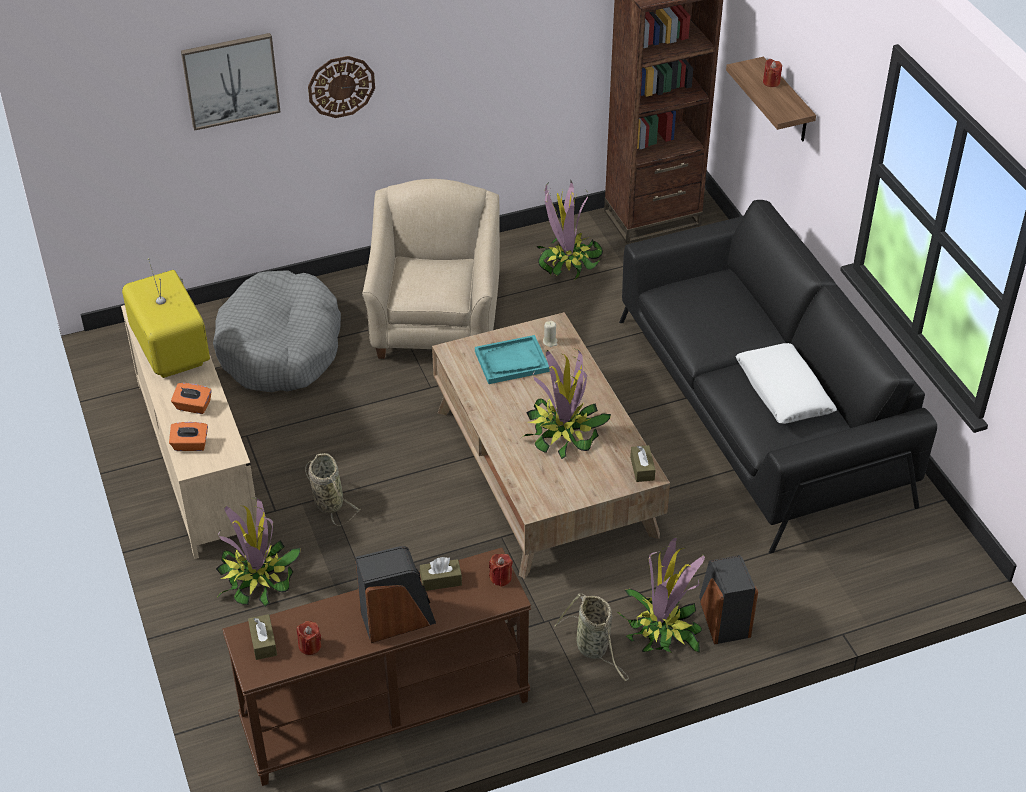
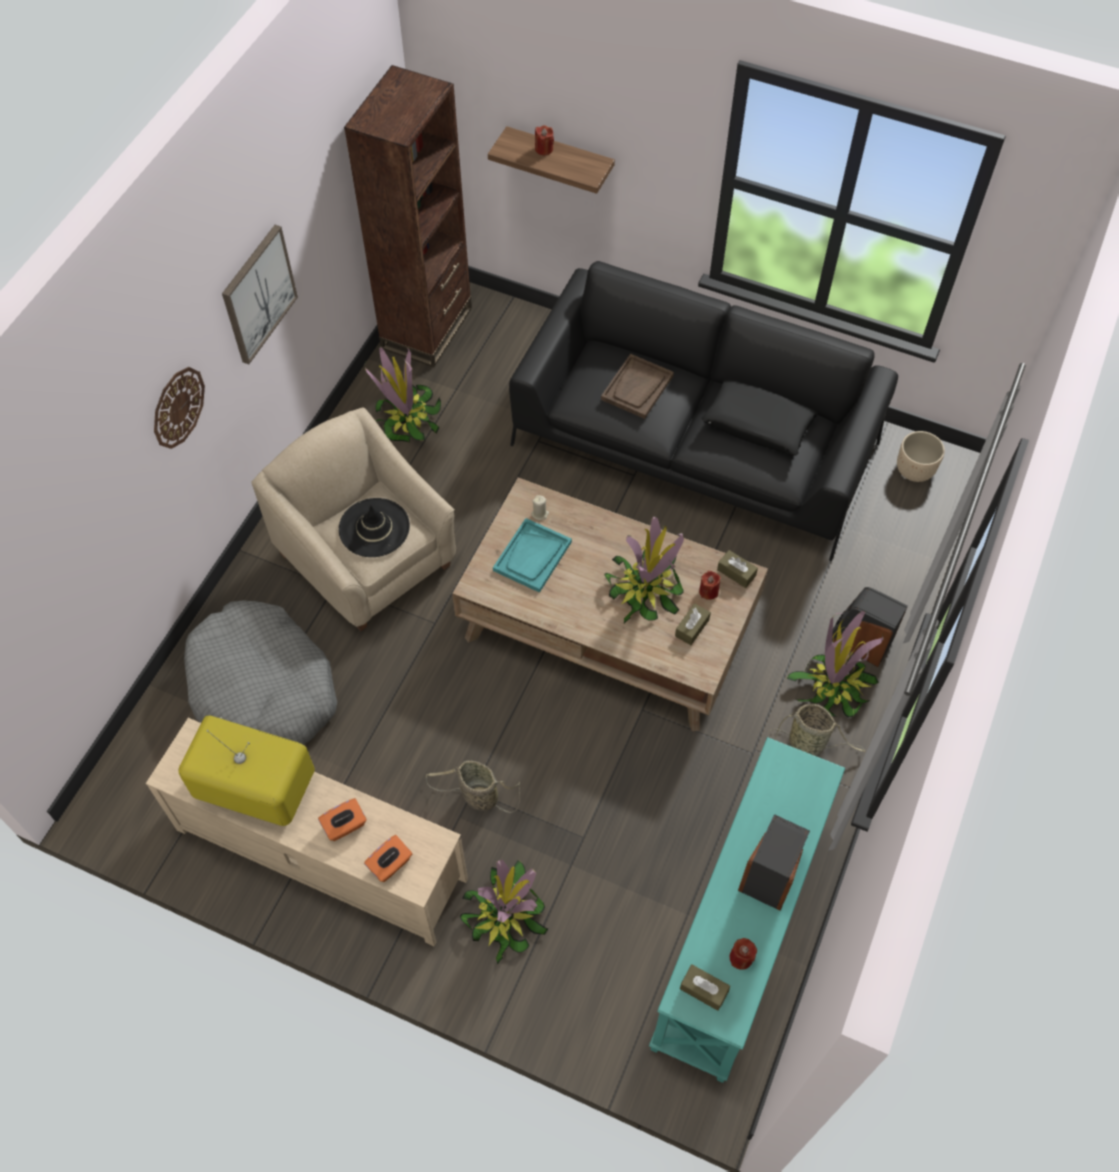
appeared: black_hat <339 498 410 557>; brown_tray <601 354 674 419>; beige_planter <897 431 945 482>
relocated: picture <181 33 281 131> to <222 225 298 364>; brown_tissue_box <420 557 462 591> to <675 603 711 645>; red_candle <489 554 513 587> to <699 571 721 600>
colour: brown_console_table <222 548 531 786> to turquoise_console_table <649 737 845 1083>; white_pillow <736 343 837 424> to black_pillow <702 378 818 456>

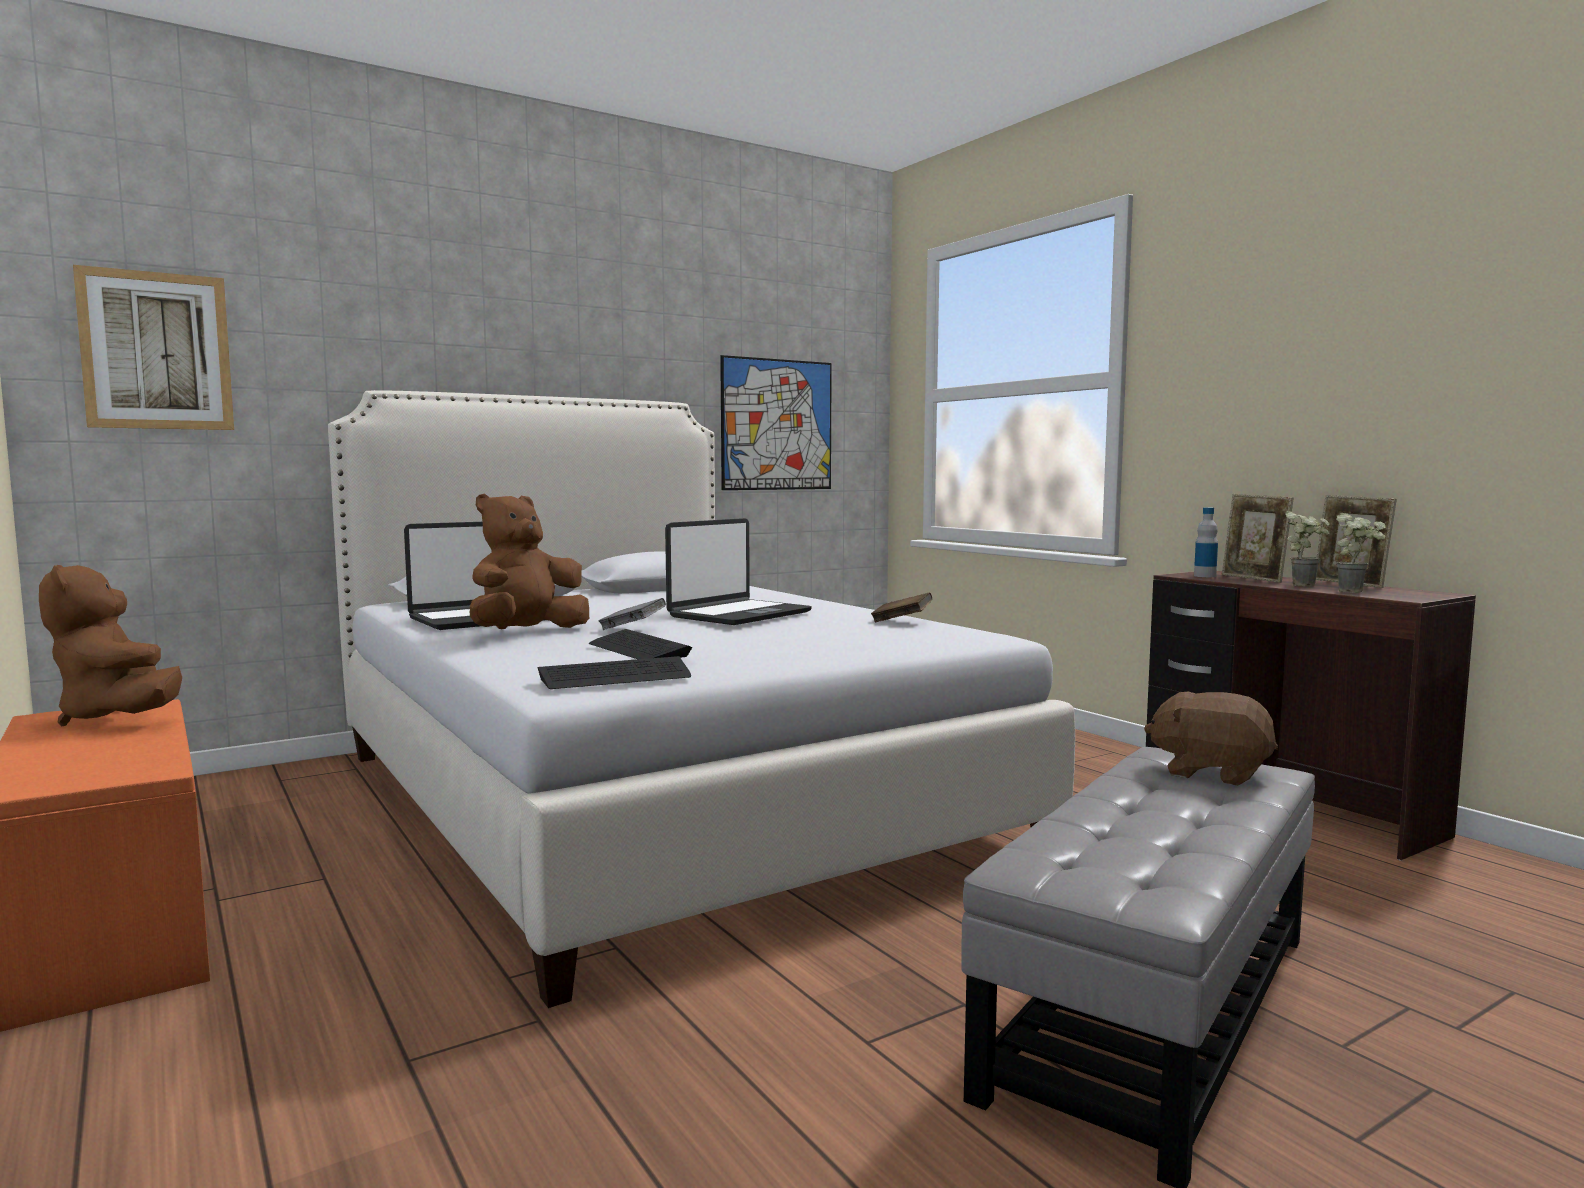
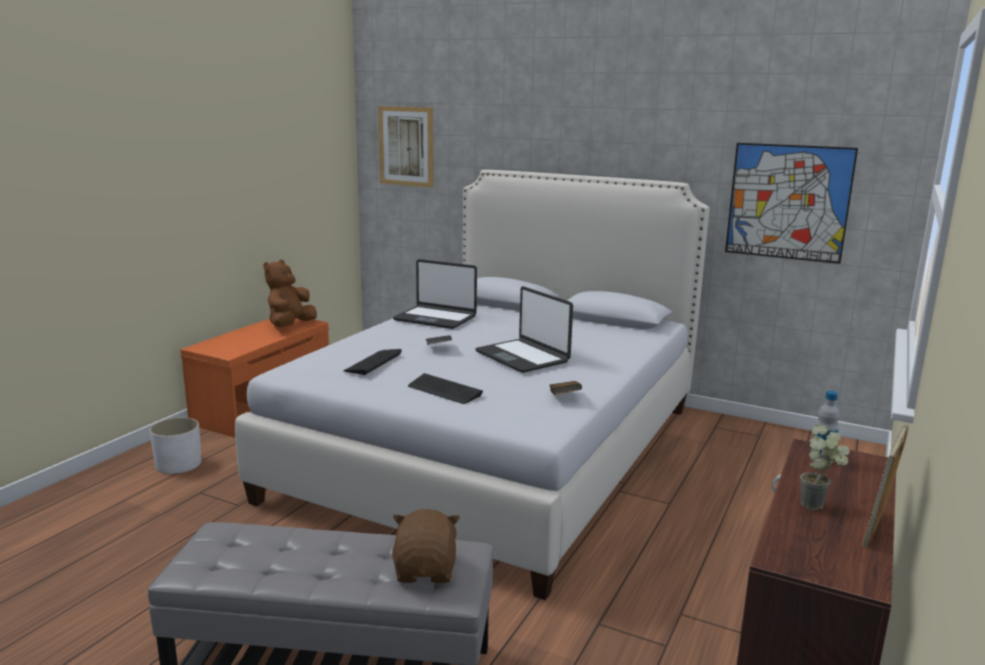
missing: brown_plush_toy <470 494 589 629>; picture_frame <1222 494 1294 583>; potted_plant <1336 513 1386 593>
appeared: white_planter <150 417 202 474>
relocated: keyboard <538 656 691 689> to <408 373 483 404>
spun: laptop <665 518 812 625> = <475 286 573 373> 45 degrees clockwise

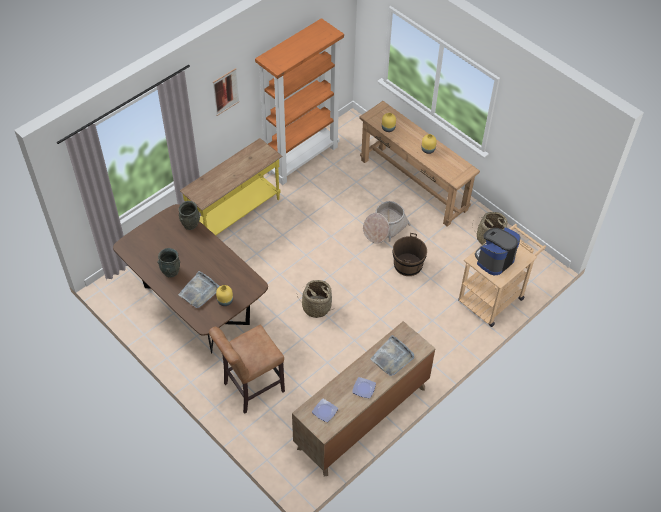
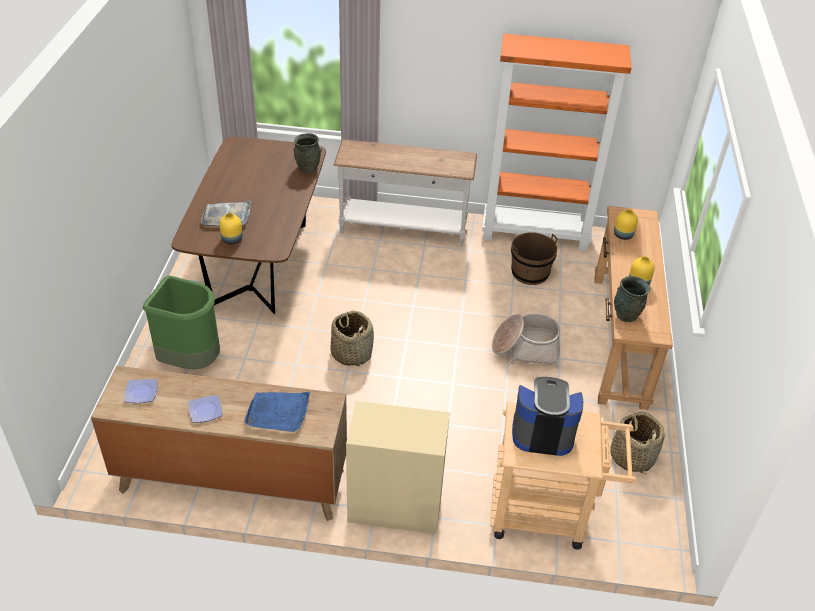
missing: picture <213 68 239 116>
appeared: beige_cabinet <346 401 450 534>
relocated: grey_vase <157 248 180 277> to <614 276 650 322>; brown_bucket <393 233 427 276> to <511 232 557 285>
exchanged: brown_stool <209 325 285 414> to green_trash_can <143 276 220 370>
colour: yellow_console_table <180 138 283 235> to white_console_table <333 139 477 247>; grey_tray <371 335 414 376> to blue_tray <244 392 310 432>

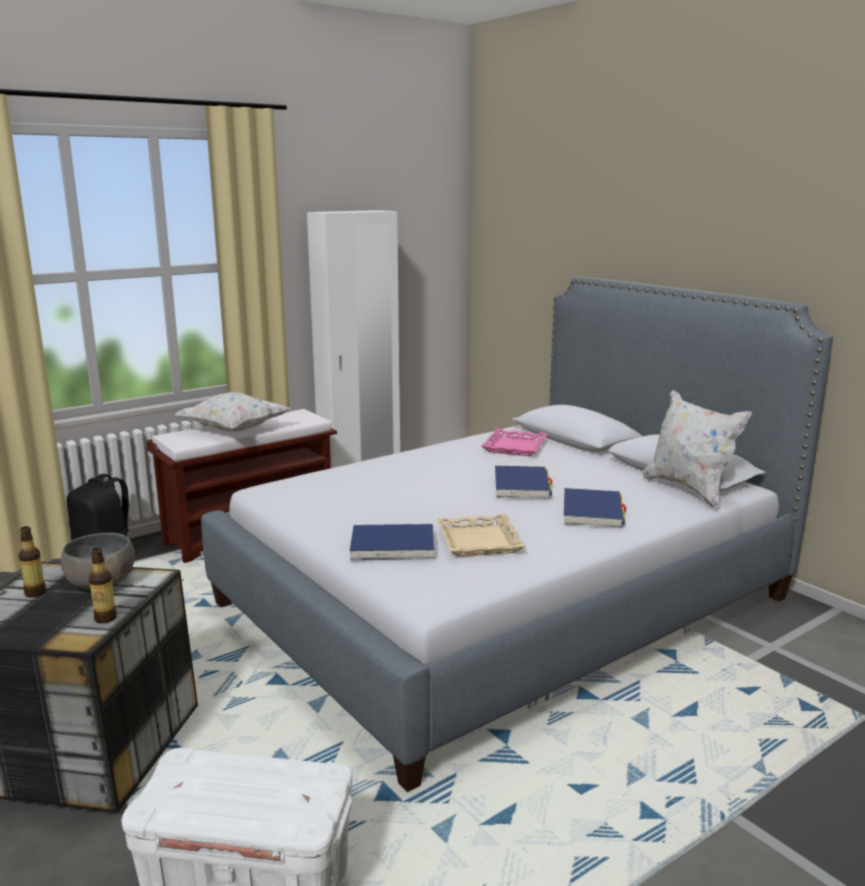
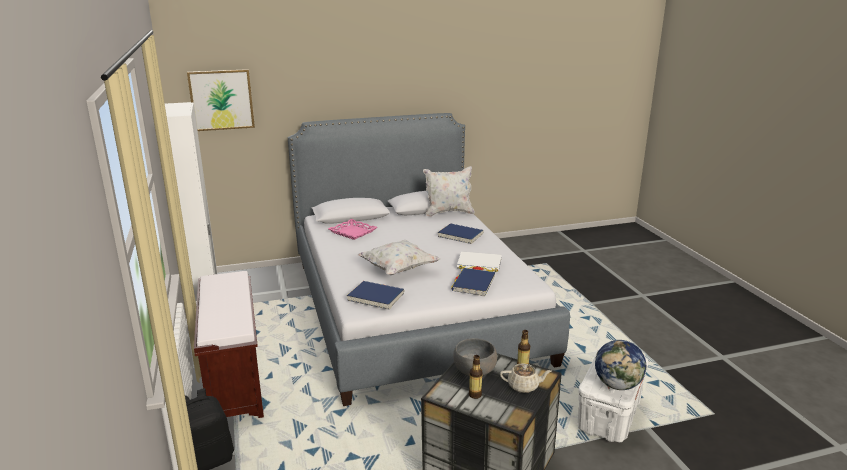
appeared: picture <187 69 255 131>; beige_teapot <500 363 551 393>; globe <595 340 646 390>
relocated: white_pillow <174 392 291 432> to <357 240 440 275>; blue_book <495 466 553 498> to <347 281 404 310>
exchanged: beige_tray <437 514 526 557> to white_book <457 251 502 272>

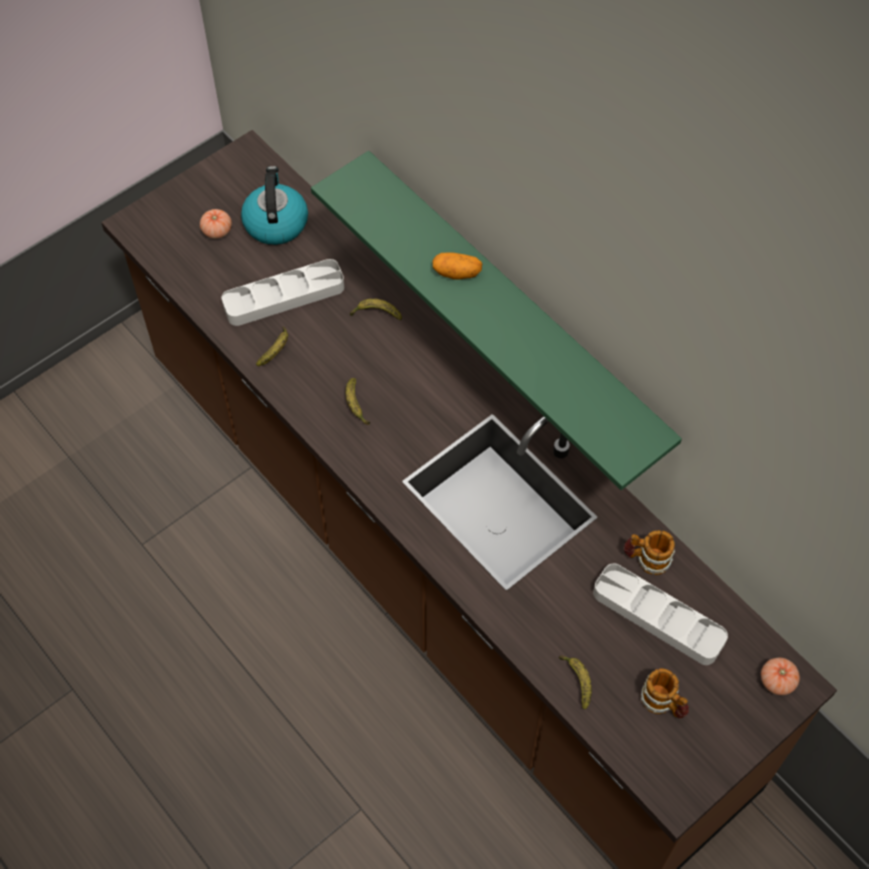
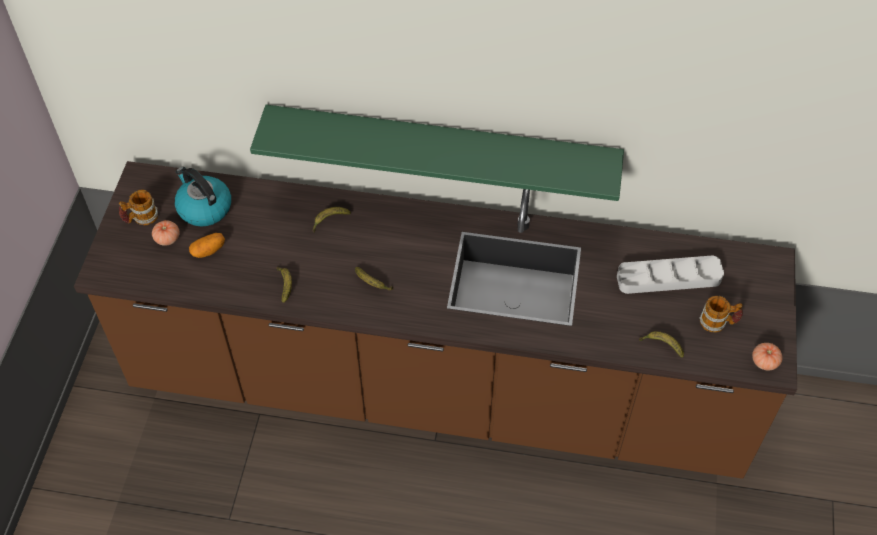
missing: grey_tray <222 259 344 326>
relocated: potato <432 253 482 279> to <189 233 225 258>; mug <624 530 675 575> to <119 190 158 225>; tomato <761 658 800 695> to <752 343 782 370>

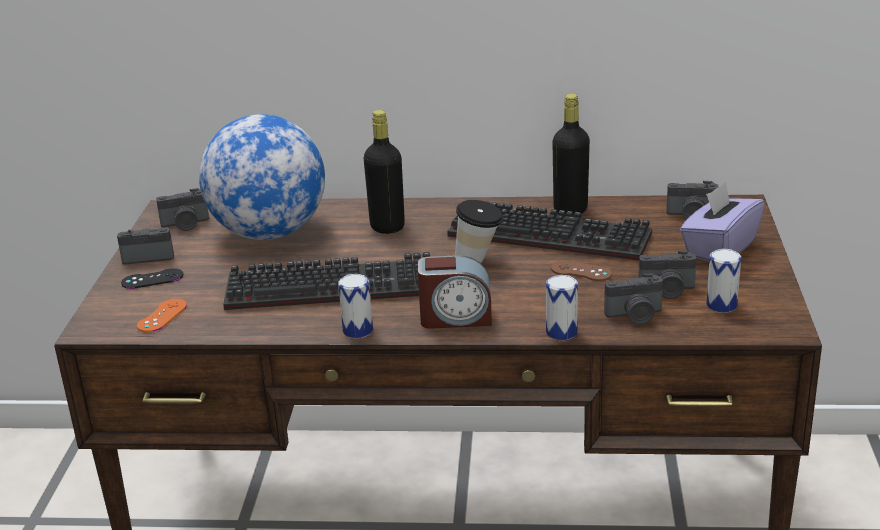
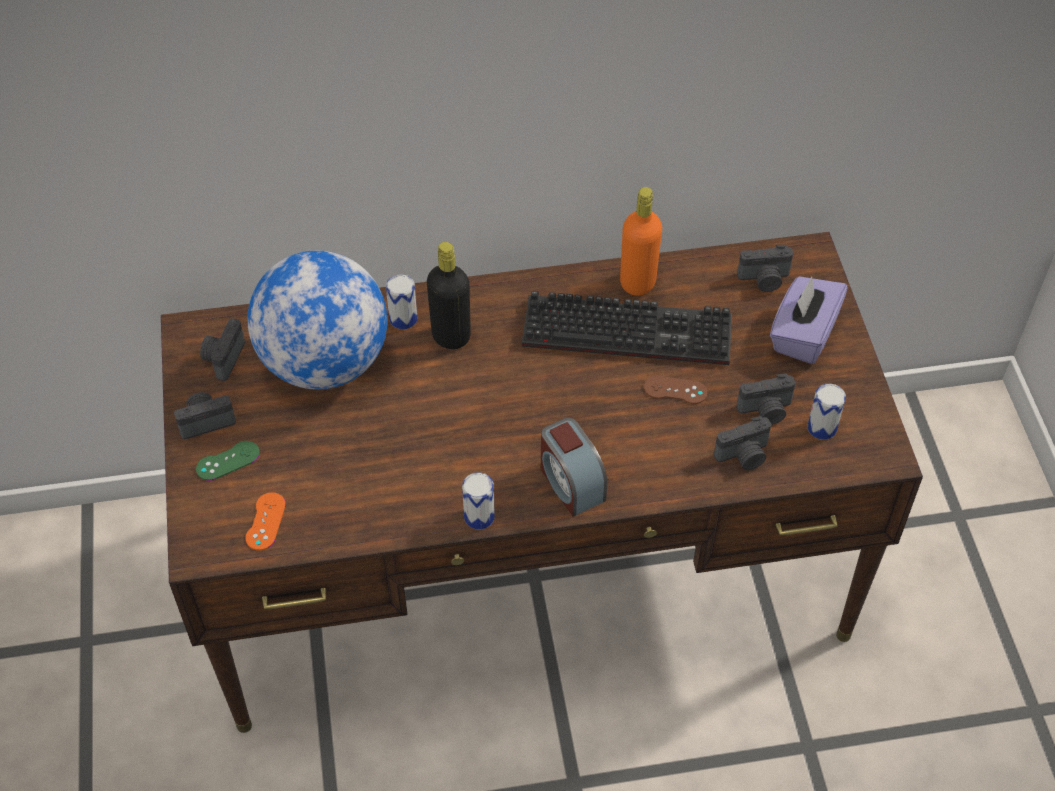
missing: keyboard <223 252 430 310>; cup <455 200 503 263>
relocated: can <546 275 578 340> to <386 275 417 329>
colour: black_game_controller <121 268 183 289> to green_game_controller <196 441 260 481>; black_bottle <553 94 590 216> to orange_bottle <620 187 662 296>
spun: photo_camera <156 188 209 231> = <200 318 245 381> 135 degrees clockwise; alarm_clock <418 255 492 329> = <541 418 607 517> 75 degrees clockwise

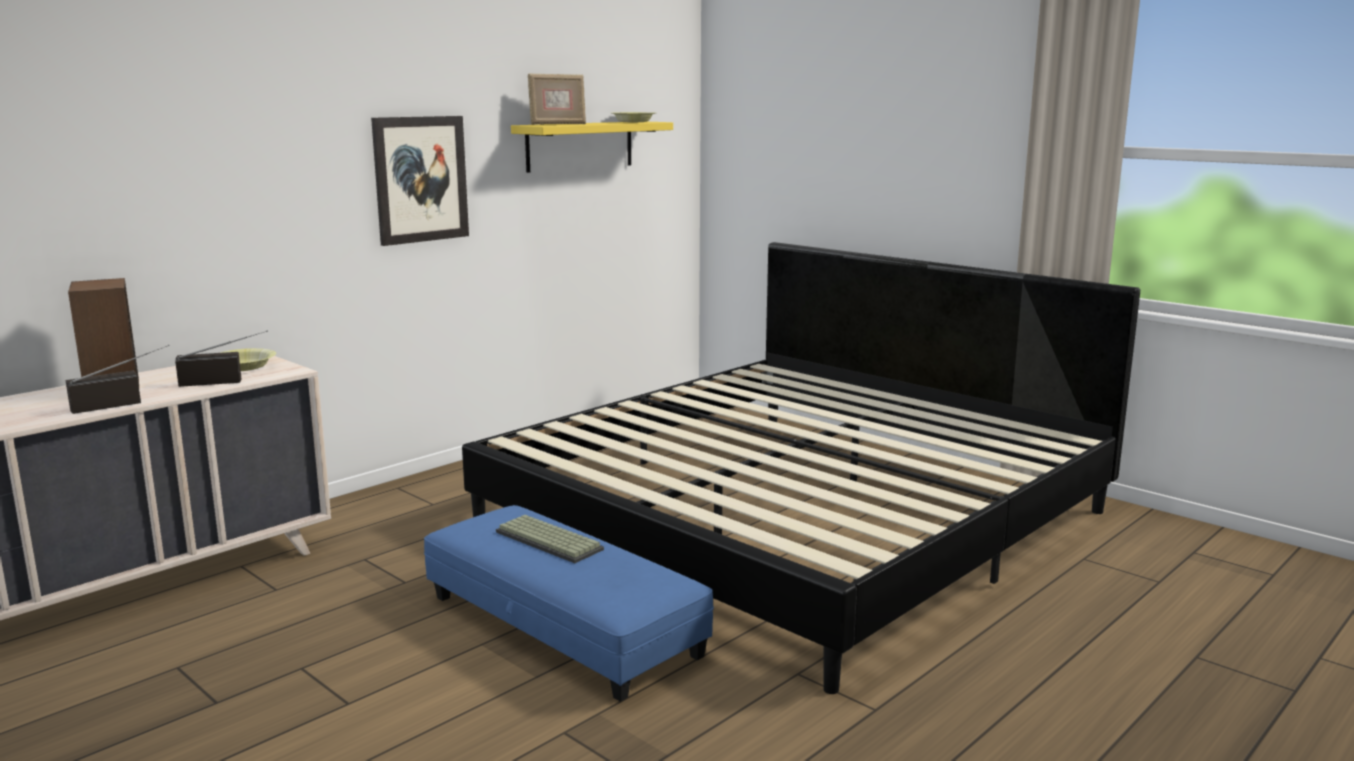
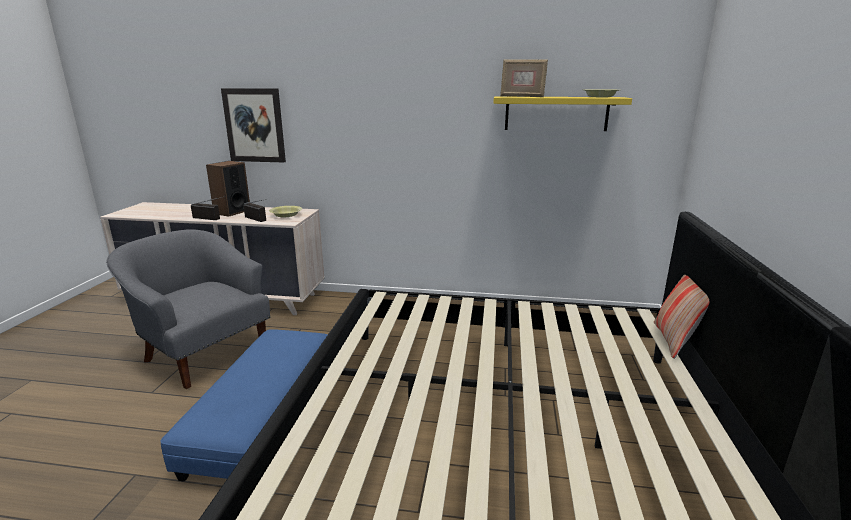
missing: keyboard <496 515 604 563>
appeared: grey_armchair <106 229 270 389>; pillow <654 275 710 359>
relocated: picture <371 116 469 246> to <221 88 286 162>

